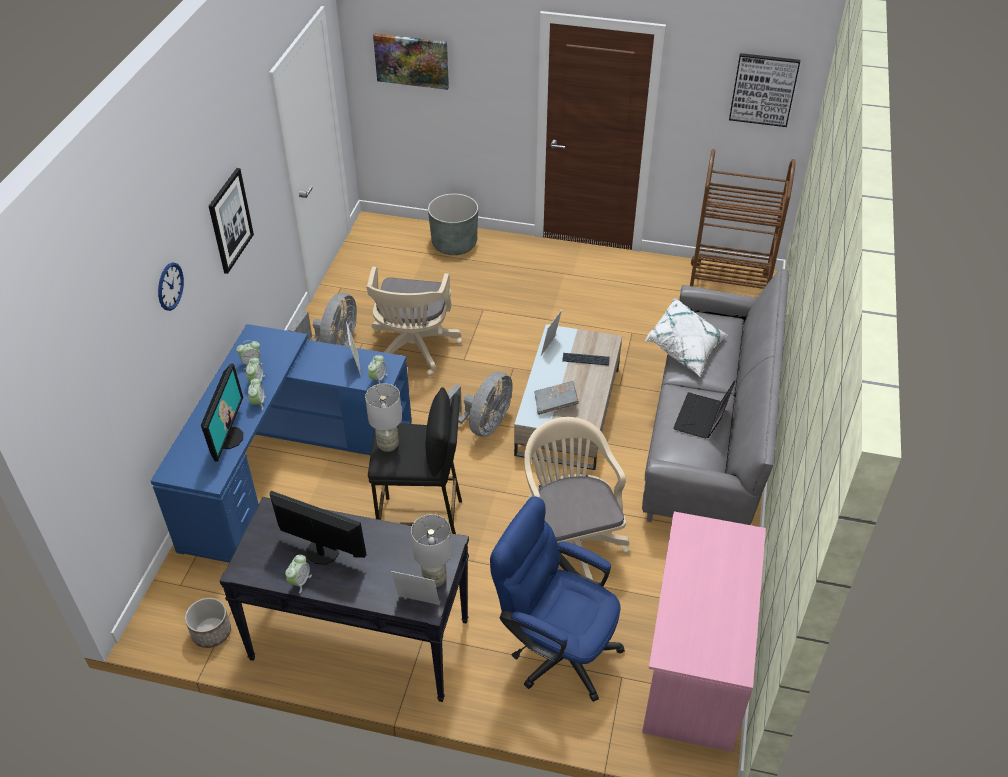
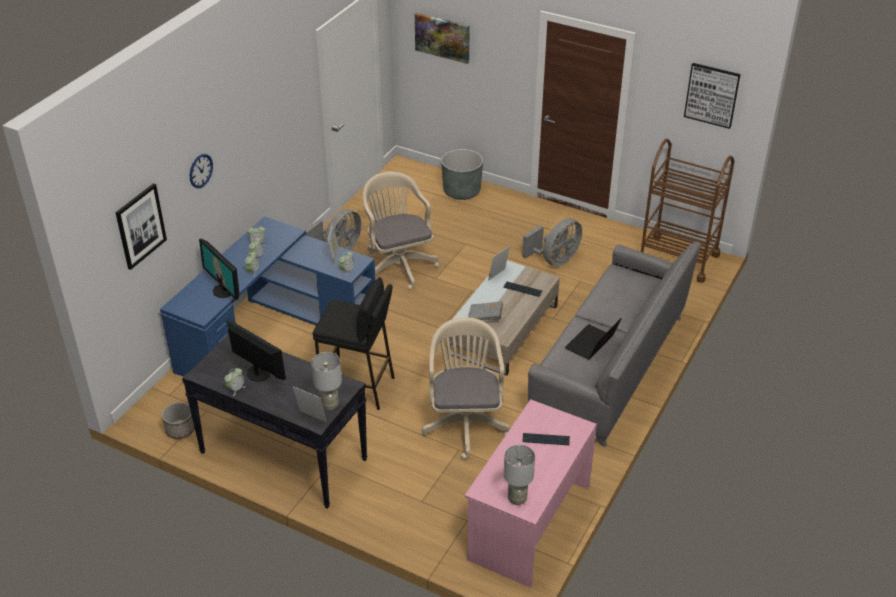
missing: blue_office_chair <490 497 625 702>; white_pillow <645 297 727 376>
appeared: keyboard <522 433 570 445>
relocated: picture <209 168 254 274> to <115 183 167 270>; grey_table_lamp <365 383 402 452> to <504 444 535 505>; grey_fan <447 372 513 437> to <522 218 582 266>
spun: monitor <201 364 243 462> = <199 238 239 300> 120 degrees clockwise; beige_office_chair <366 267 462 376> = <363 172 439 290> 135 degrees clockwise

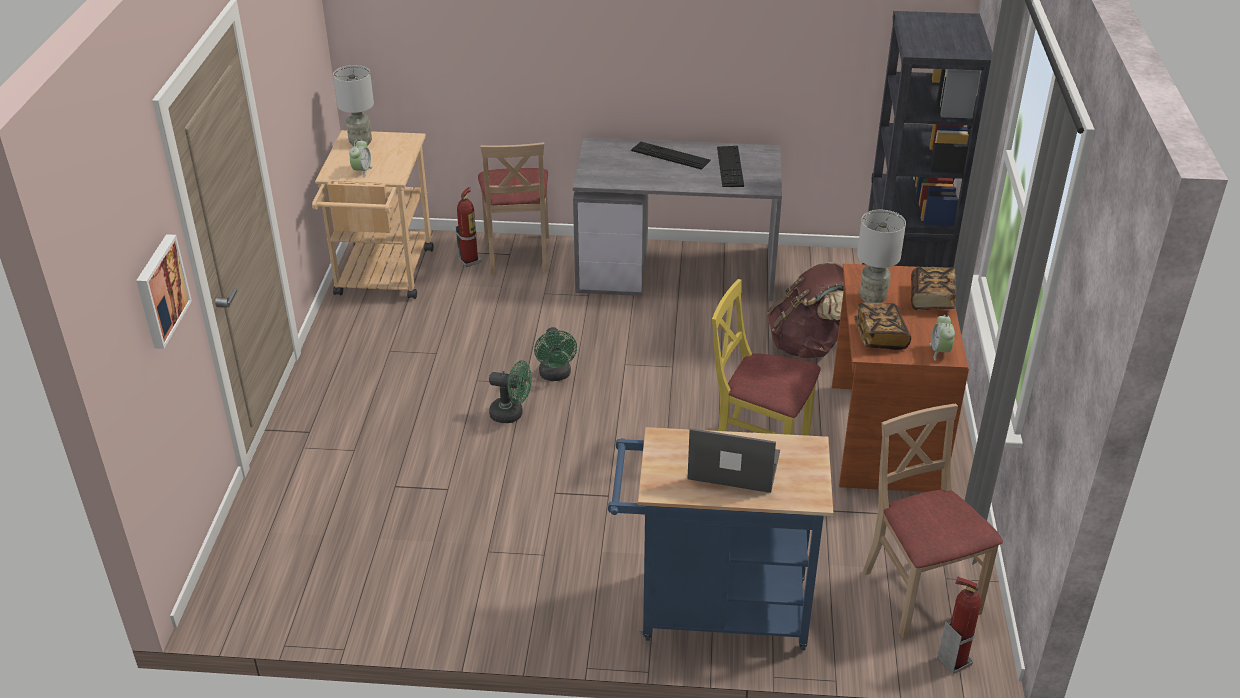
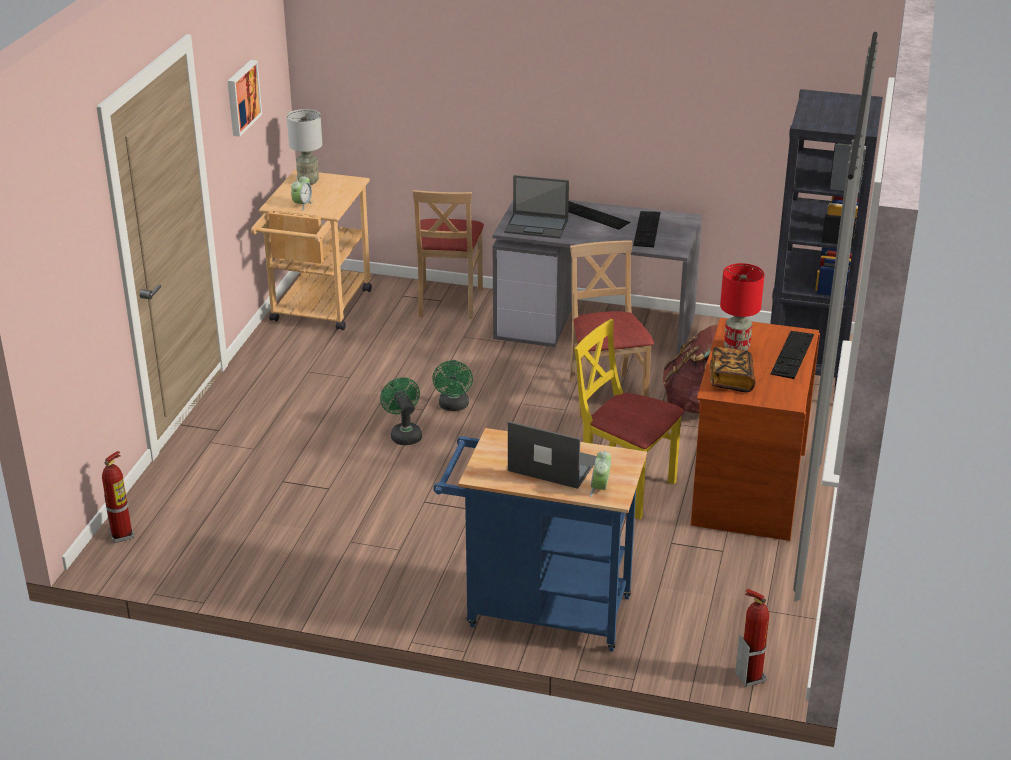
appeared: laptop <504 175 569 238>
relocated: picture <136 234 192 349> to <228 60 262 137>; fire_extinguisher <456 187 481 267> to <102 451 134 543>; beige_chair <863 403 1003 638> to <569 240 654 418>; alarm_clock <930 315 955 361> to <590 450 611 497>
exchanged: book <911 267 957 310> to keyboard <771 331 814 379>
colour: grey_table_lamp <857 210 906 303> to red_table_lamp <720 263 764 351>
spun: green_fan <489 360 532 423> = <380 377 422 445> 135 degrees counterclockwise

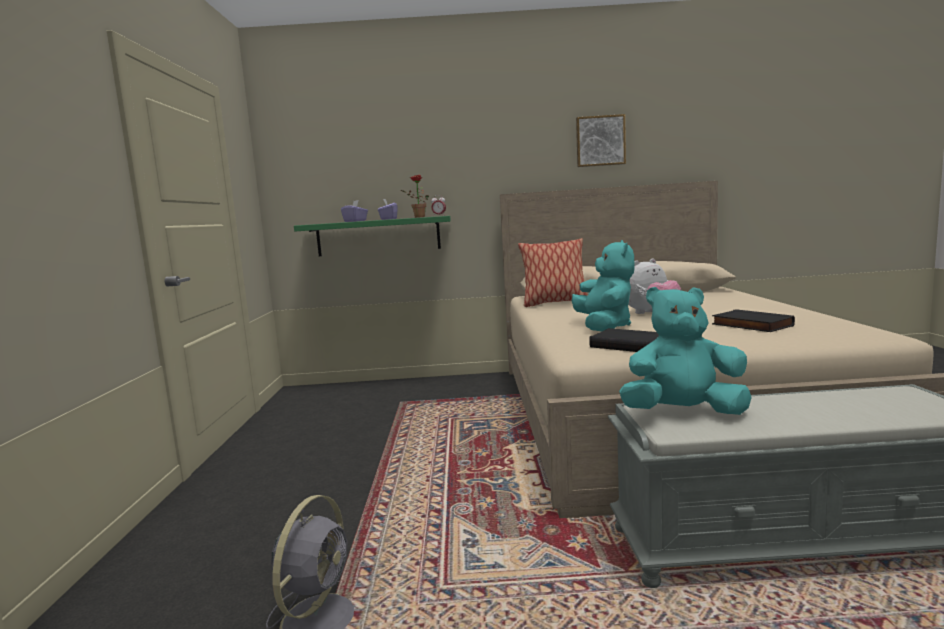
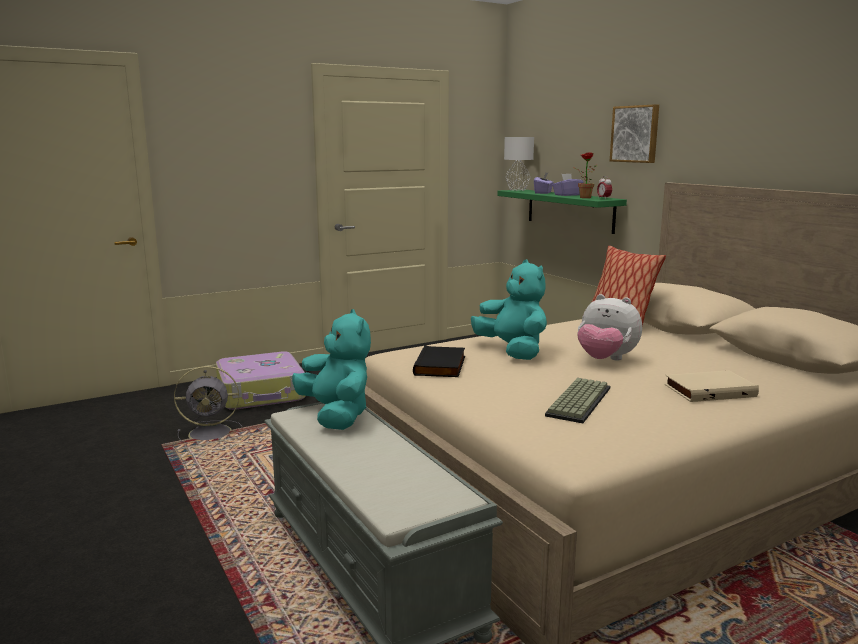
appeared: suitcase <216 351 306 410>; grey_table_lamp <504 137 534 191>; beige_book <665 370 759 402>
relocated: picture <576 114 626 167> to <610 104 659 163>
exchanged: black_book <712 309 795 332> to keyboard <545 378 610 423>
spun: turquoise_plush_toy <572 240 634 332> = <471 260 547 360> 90 degrees counterclockwise

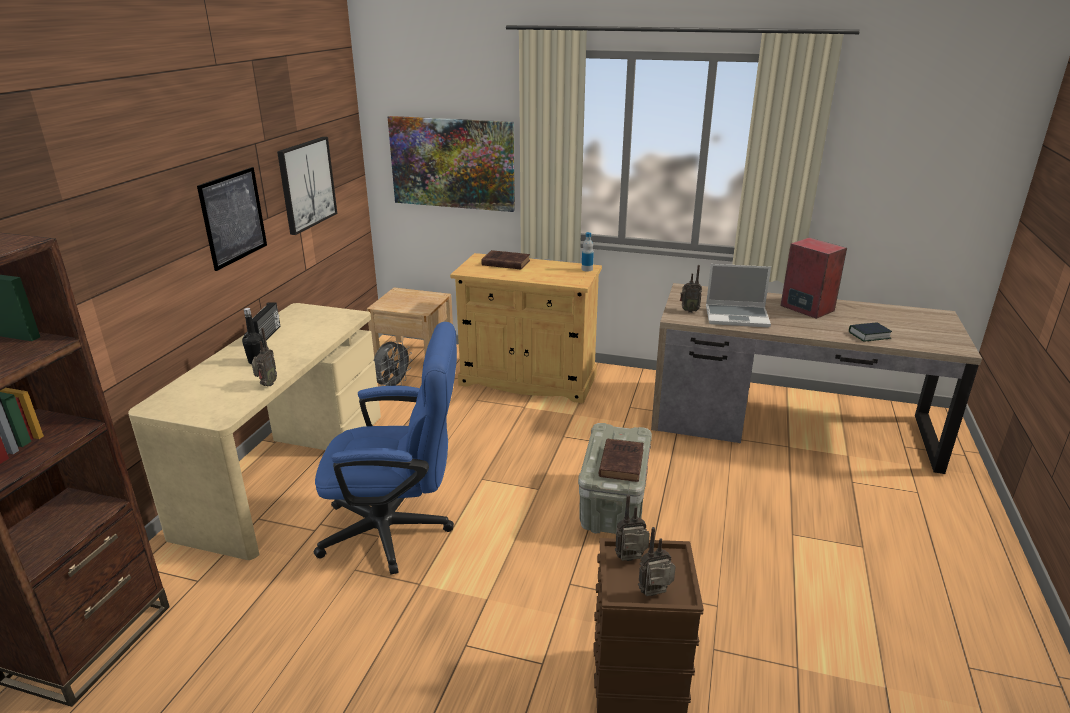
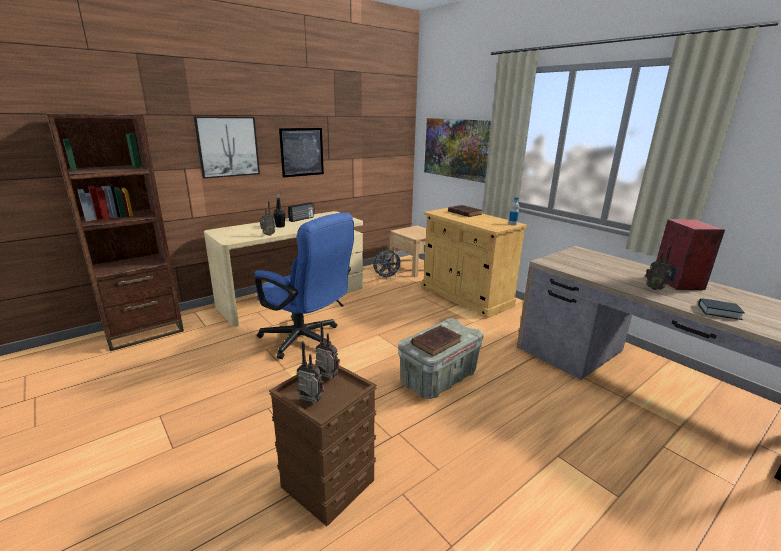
missing: laptop <706 264 771 327>
relocated: picture <277 137 337 235> to <194 116 260 179>; radio <680 265 702 313> to <645 245 672 290>

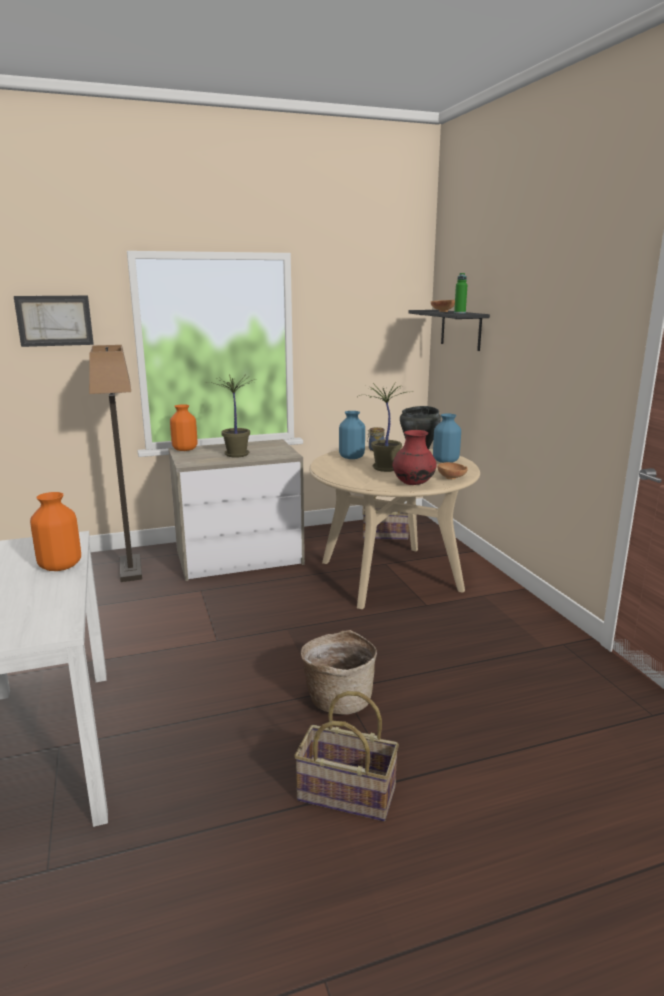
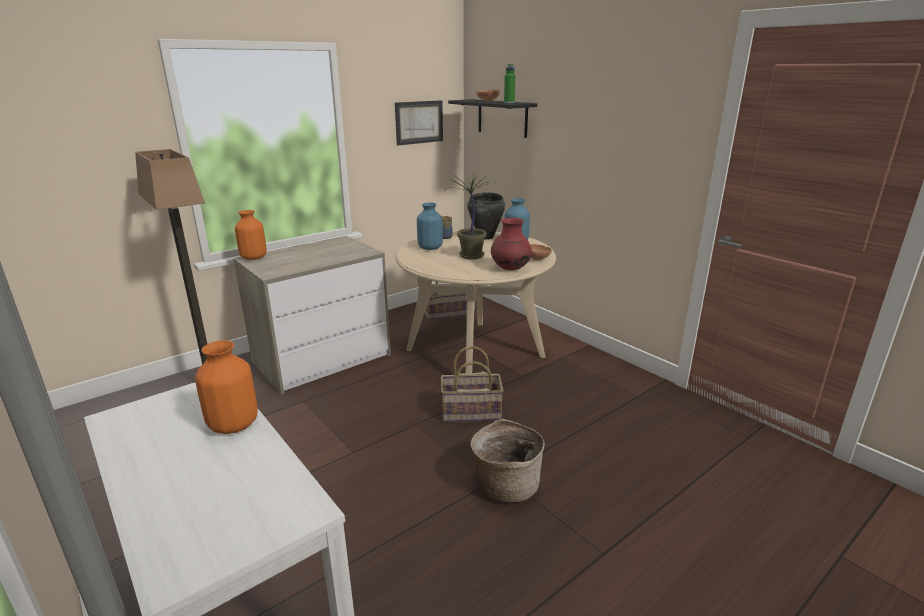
missing: potted_plant <206 374 255 458>
relocated: picture <14 296 94 347> to <395 100 443 145>; basket <294 691 399 821> to <441 346 504 422>

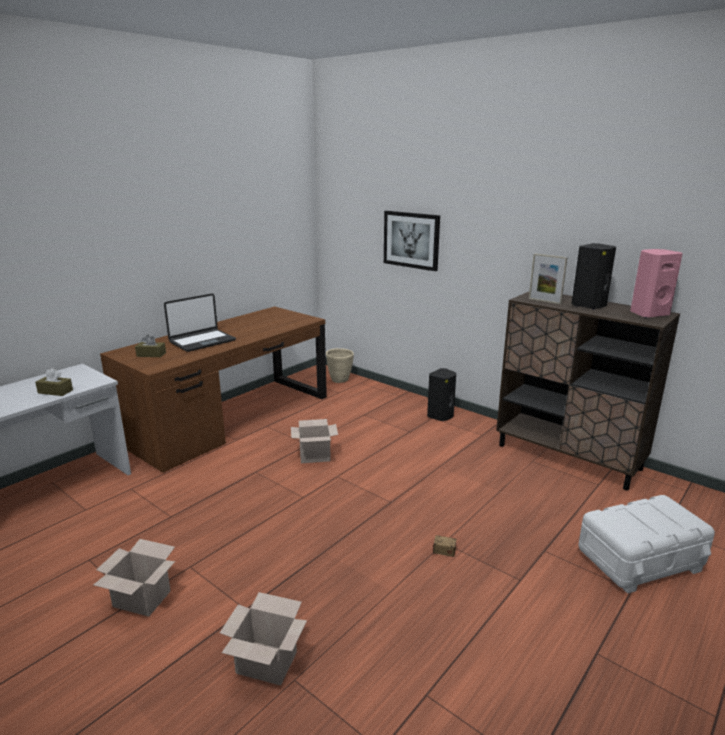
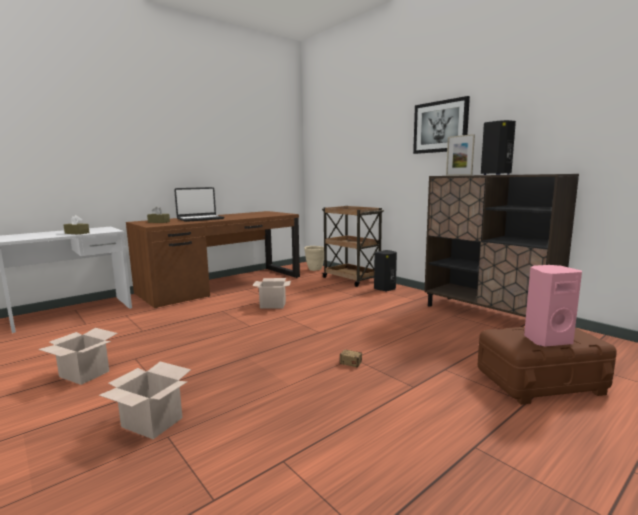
appeared: brown_cart <322 206 384 287>
relocated: picture <384 211 440 271> to <413 96 470 154>; pink_speaker <630 249 683 318> to <524 265 582 347>
colour: white_storage_box <578 495 715 594> to brown_storage_box <478 327 617 405>

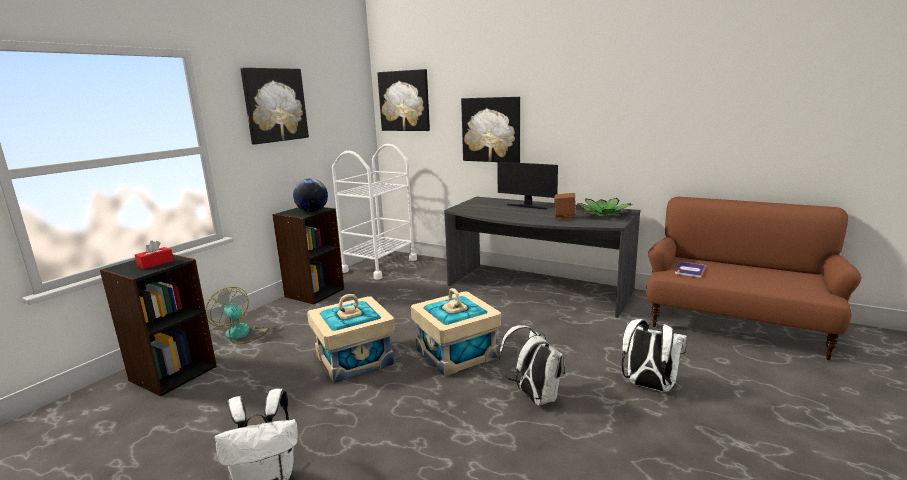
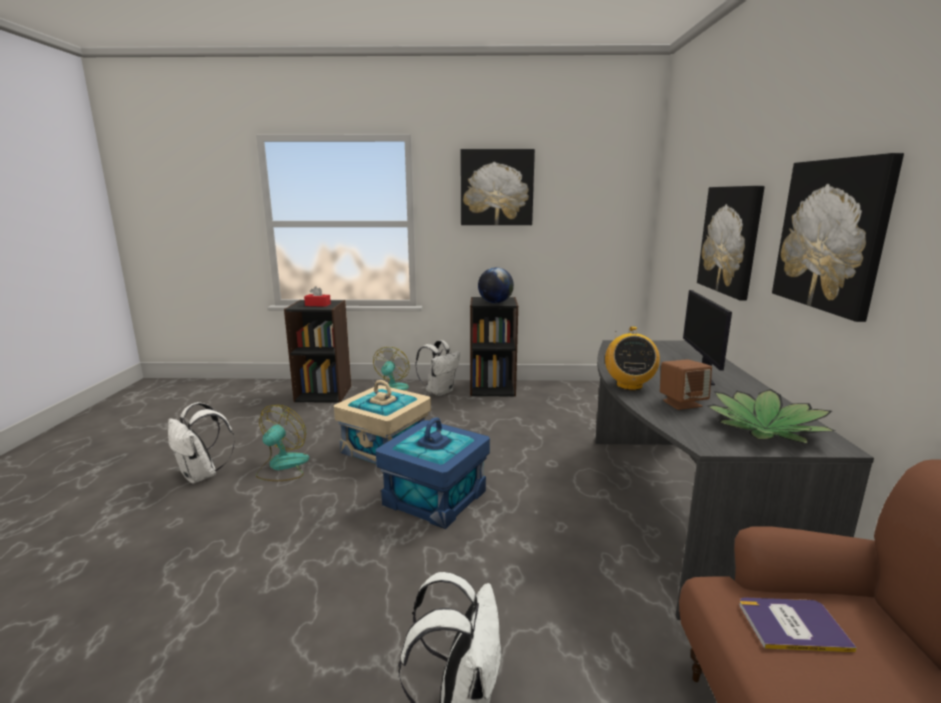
missing: white_cart <332 144 417 280>
appeared: fan <256 405 309 481>; radio <605 326 660 390>
relocated: picture <377 69 430 131> to <772 153 904 322>; white_backpack <499 325 565 405> to <415 340 460 396>
colour: beige_storage_box <411 288 501 377> to blue_storage_box <376 417 490 529>

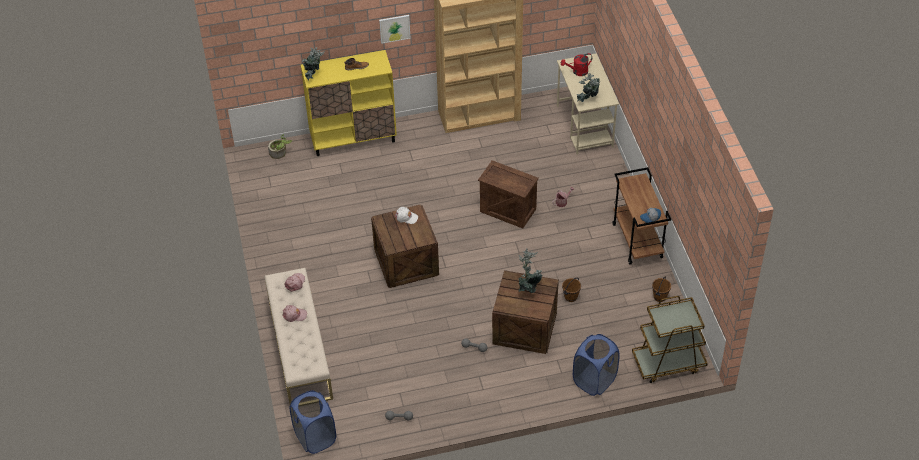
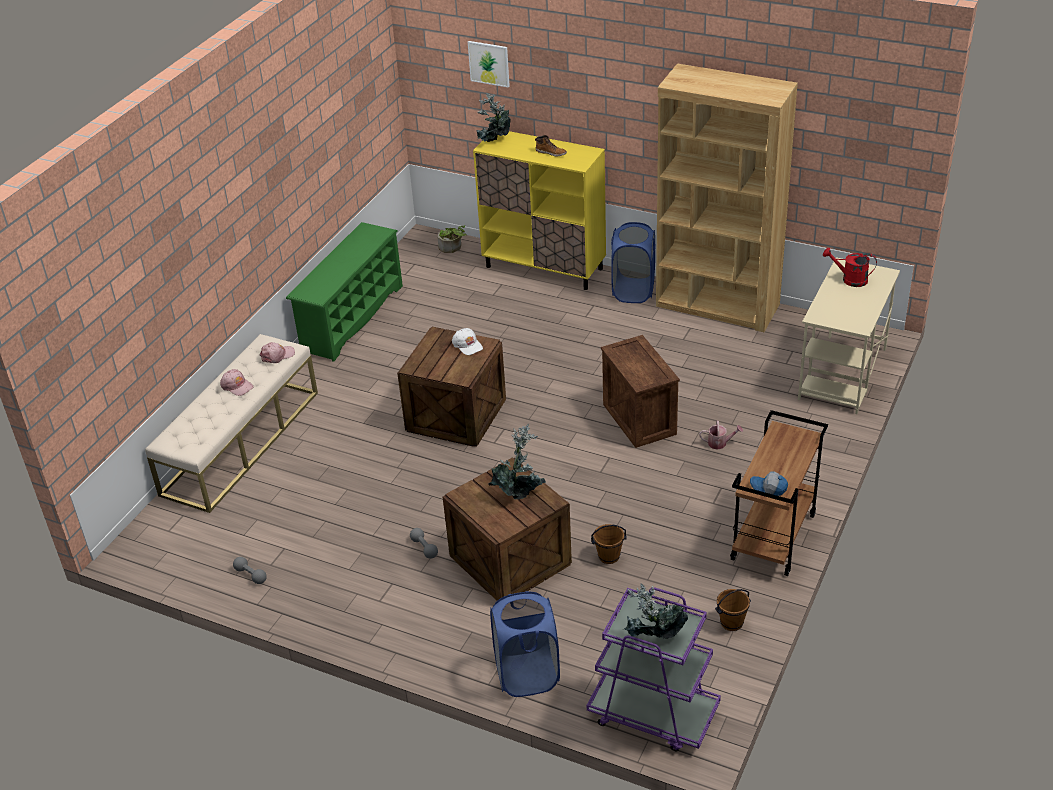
appeared: green_shoe_rack <286 222 403 362>
relocated: blue_laundry_basket <289 390 336 454> to <611 222 656 303>; picture <379 15 411 44> to <468 41 510 88>; potted_plant <577 73 600 102> to <621 583 688 639>
colour: brown_cart <632 296 708 383> to purple_cart <587 587 721 752>

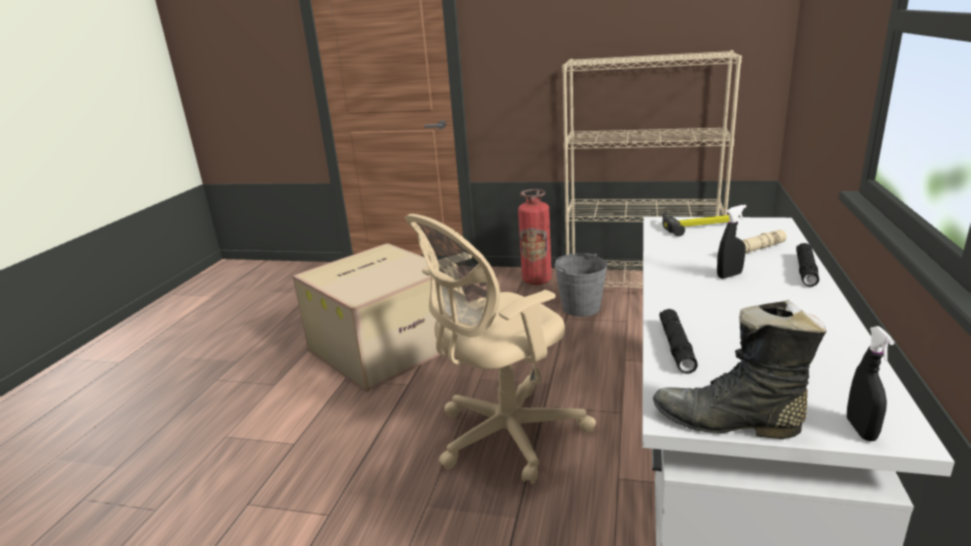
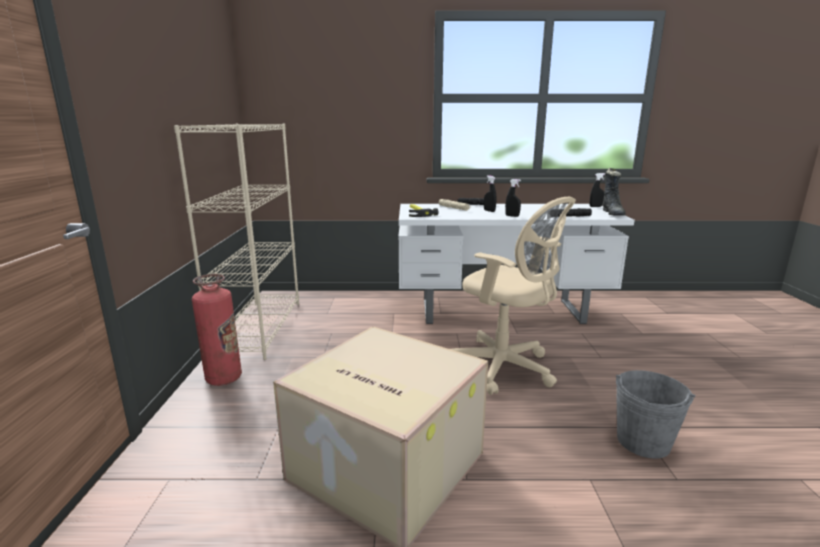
appeared: black_spray_bottle <505 179 521 217>
relocated: grey_bucket <555 253 608 317> to <616 370 695 459>

